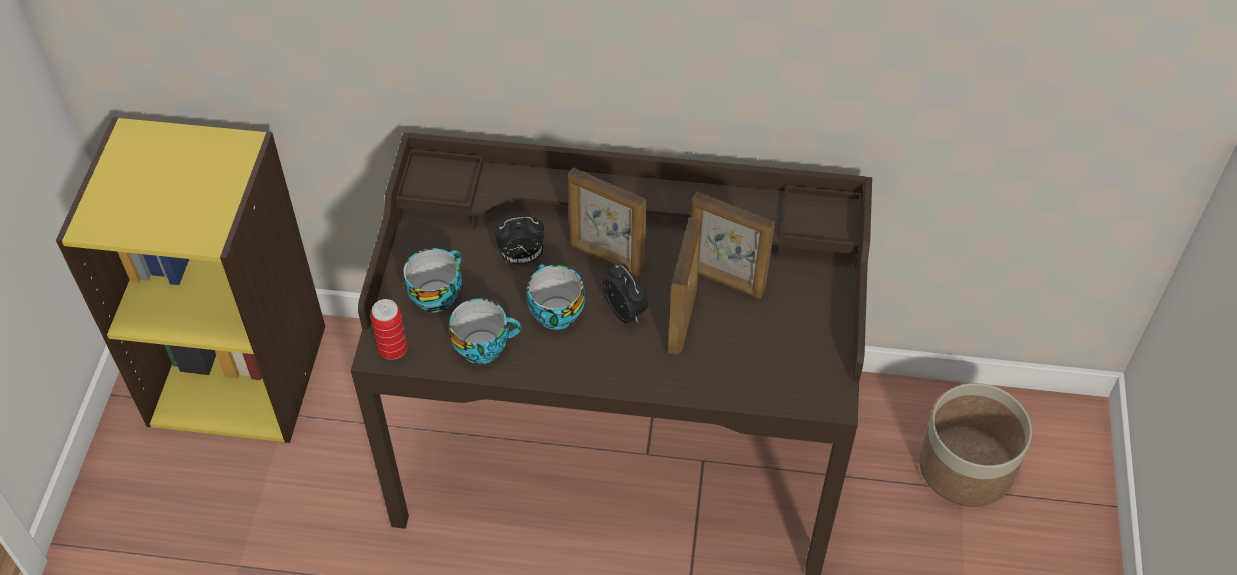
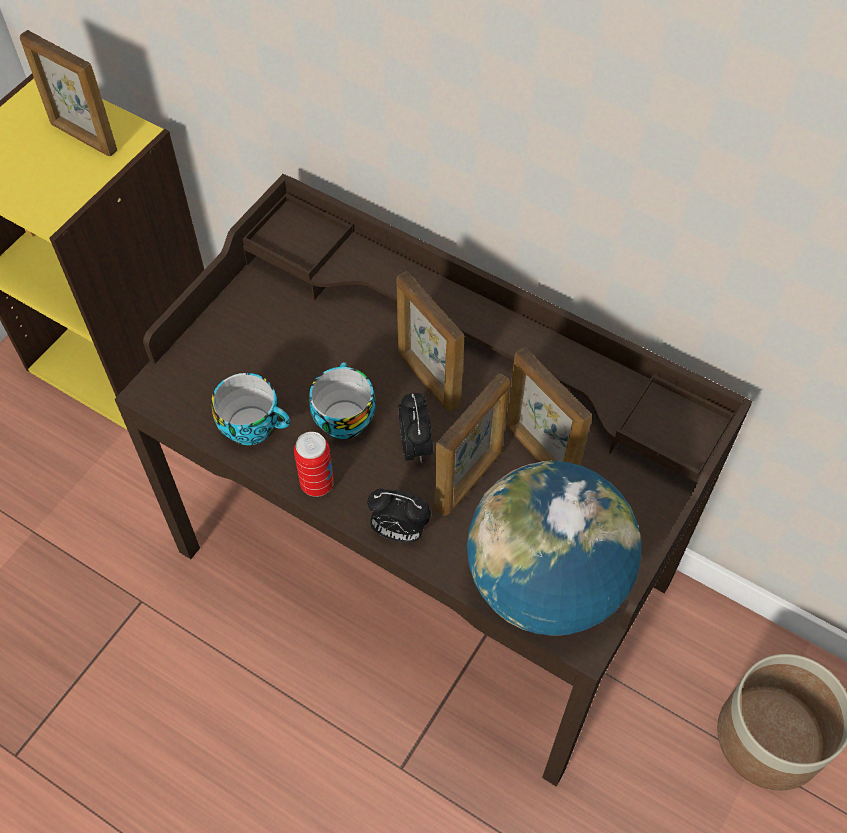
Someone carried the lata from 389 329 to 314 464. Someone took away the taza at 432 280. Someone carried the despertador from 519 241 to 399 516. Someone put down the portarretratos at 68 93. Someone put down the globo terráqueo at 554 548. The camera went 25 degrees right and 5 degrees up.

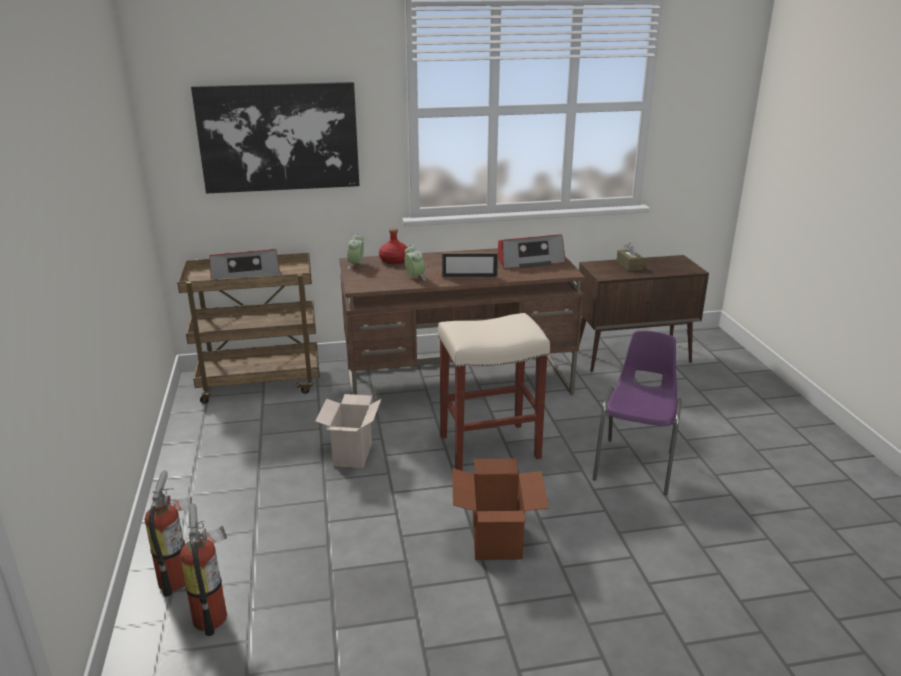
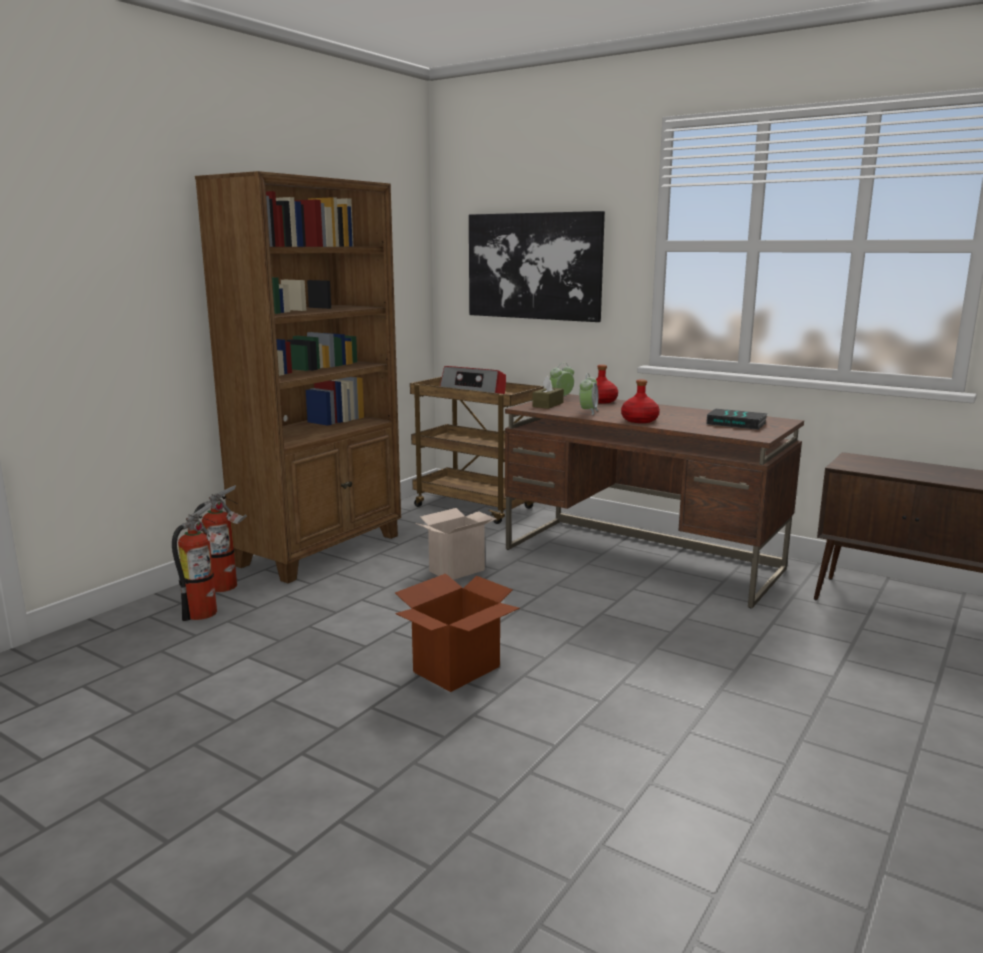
Someone took away the taburete [beis] at 494 392. Someone swapped the portarretratos at 470 265 for the botella [rojo] at 640 401. Someone swapped the radio at 532 251 for the libro at 737 419. Someone took away the silla [morado] at 637 413. Someone carried the caja de pañuelos [marrón] from 630 257 to 548 392. Someone put down the estantería [marrón] at 298 377. The camera went 45 degrees right and 10 degrees down.

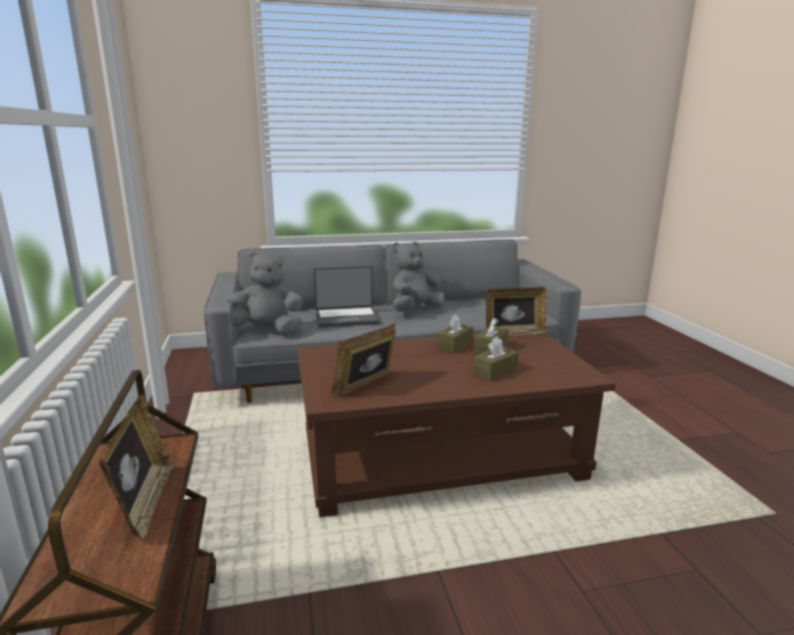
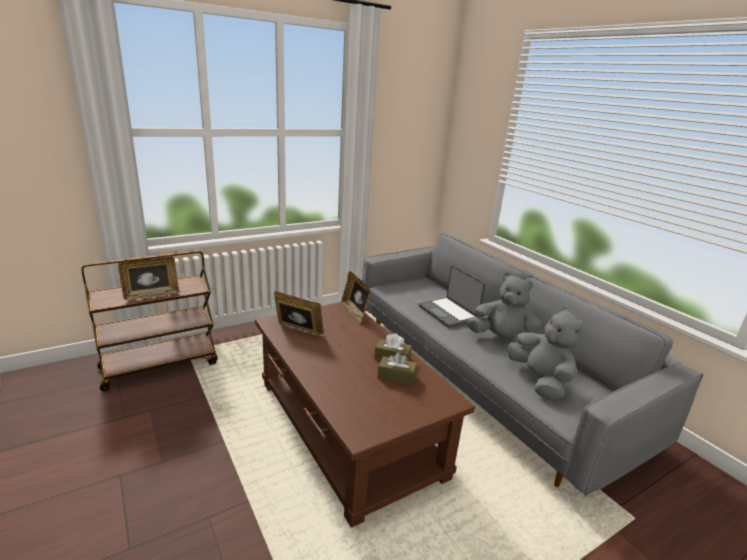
Someone carried the peluche [gris] from 264 293 to 545 353. Someone took away the caja de pañuelos [marrón] at 496 358. Someone carried the portarretratos from 516 311 to 356 297. The camera went 70 degrees right and 5 degrees up.

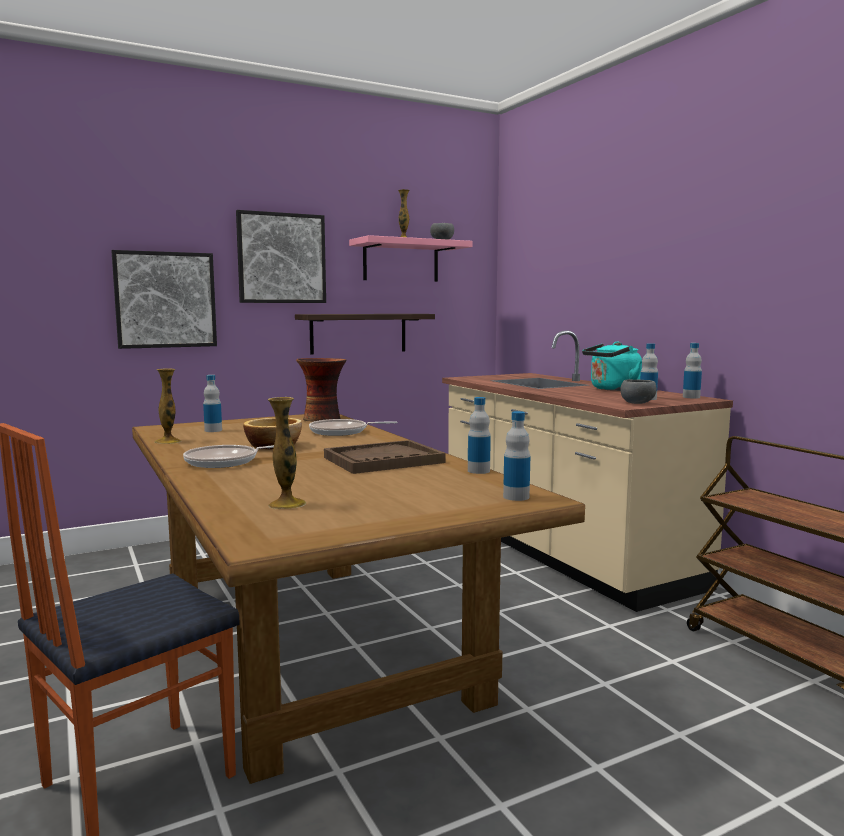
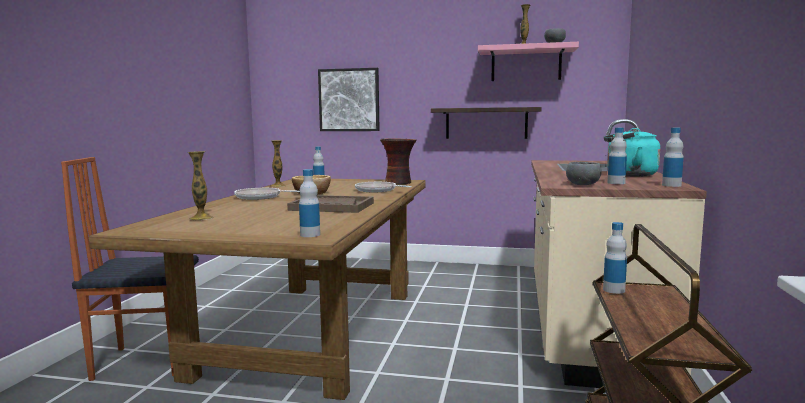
Someone took away the cuadro at 281 256. Someone carried the botella from 479 435 to 615 258. The camera went 40 degrees right and 0 degrees up.

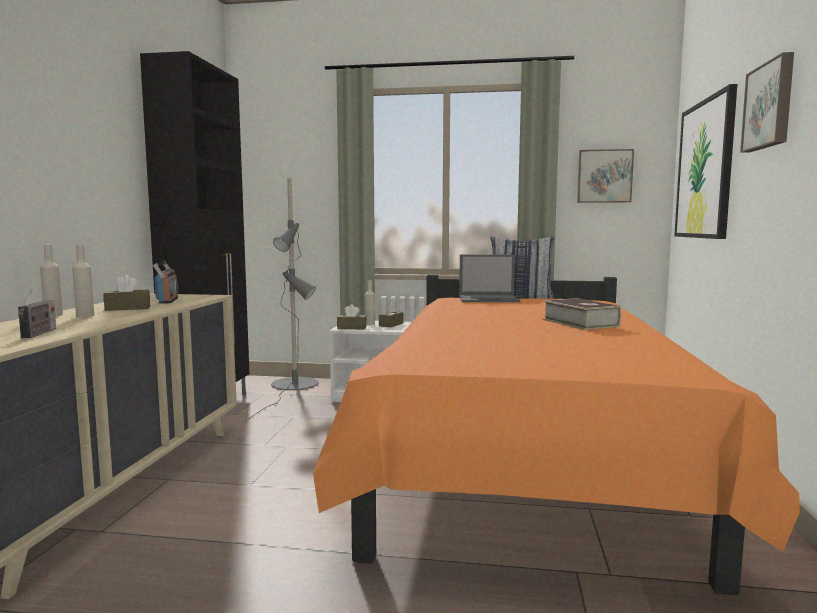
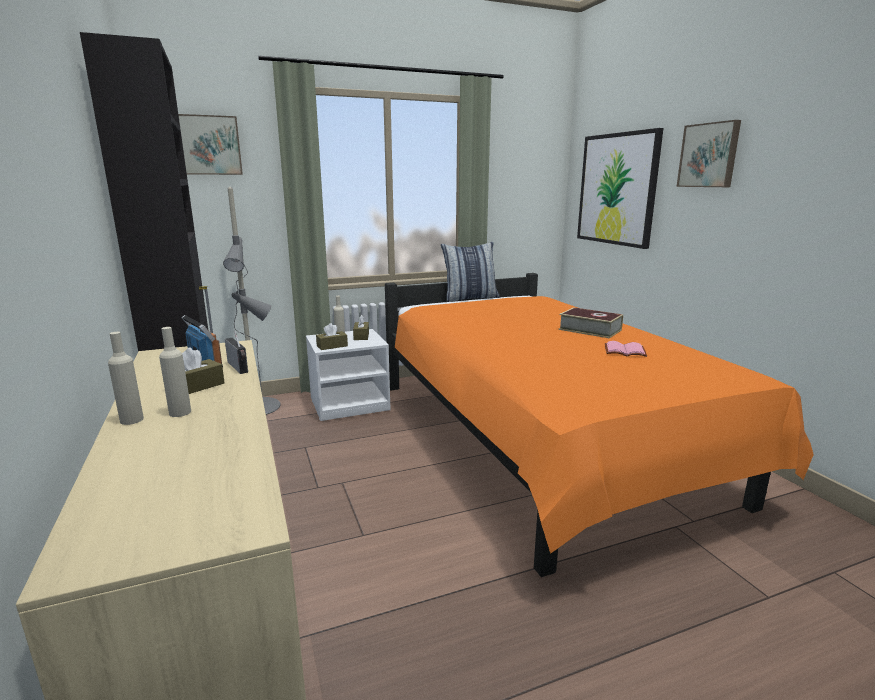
Someone carried the radio from 37 313 to 236 352. Someone took away the portátil at 489 278. Someone carried the cuadro from 605 176 to 210 144. Someone put down the libro [rosa] at 626 349. The camera went 30 degrees left and 10 degrees up.

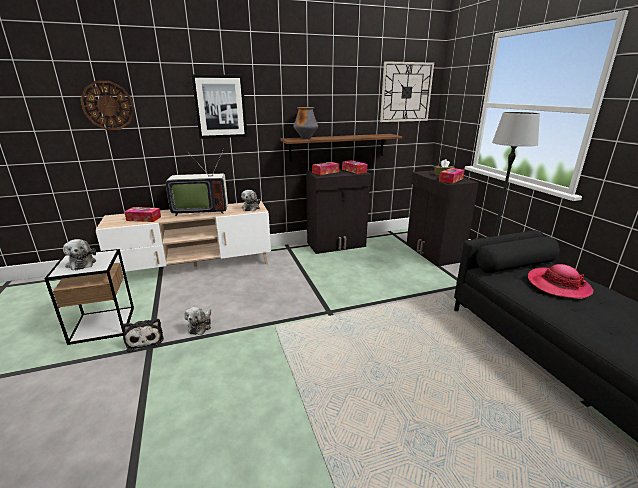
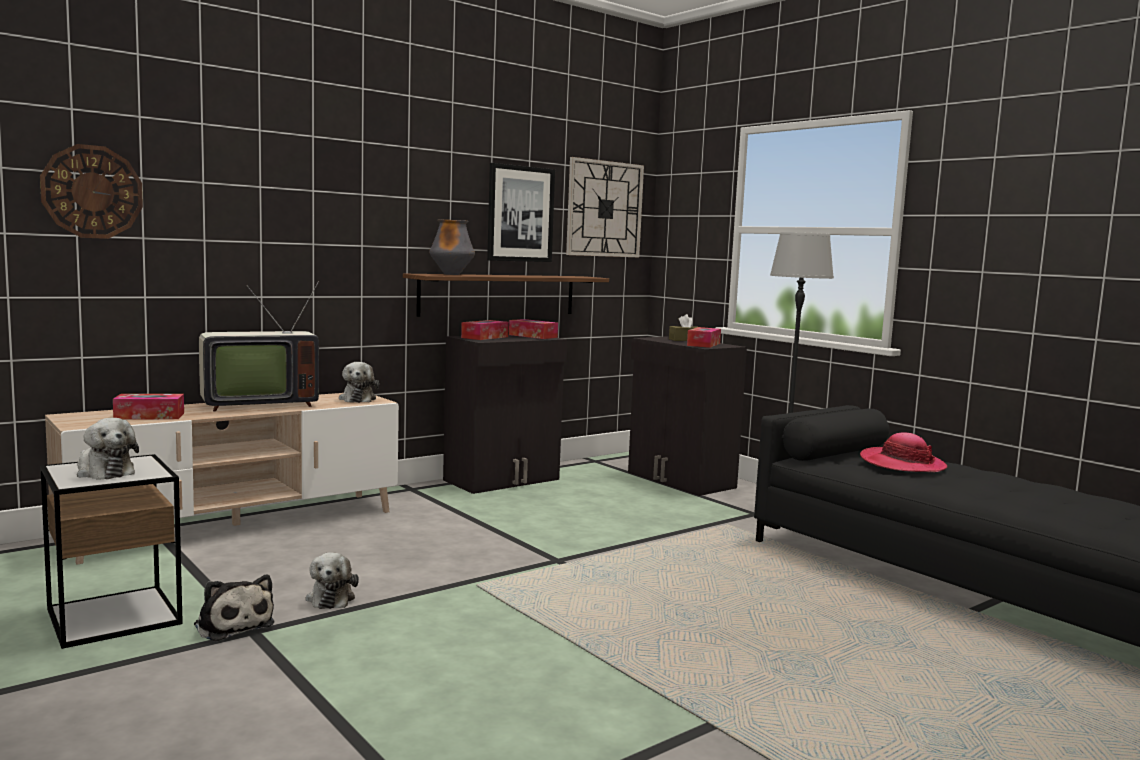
Someone carried the cuadro from 219 106 to 521 212. The camera went 20 degrees left and 15 degrees down.

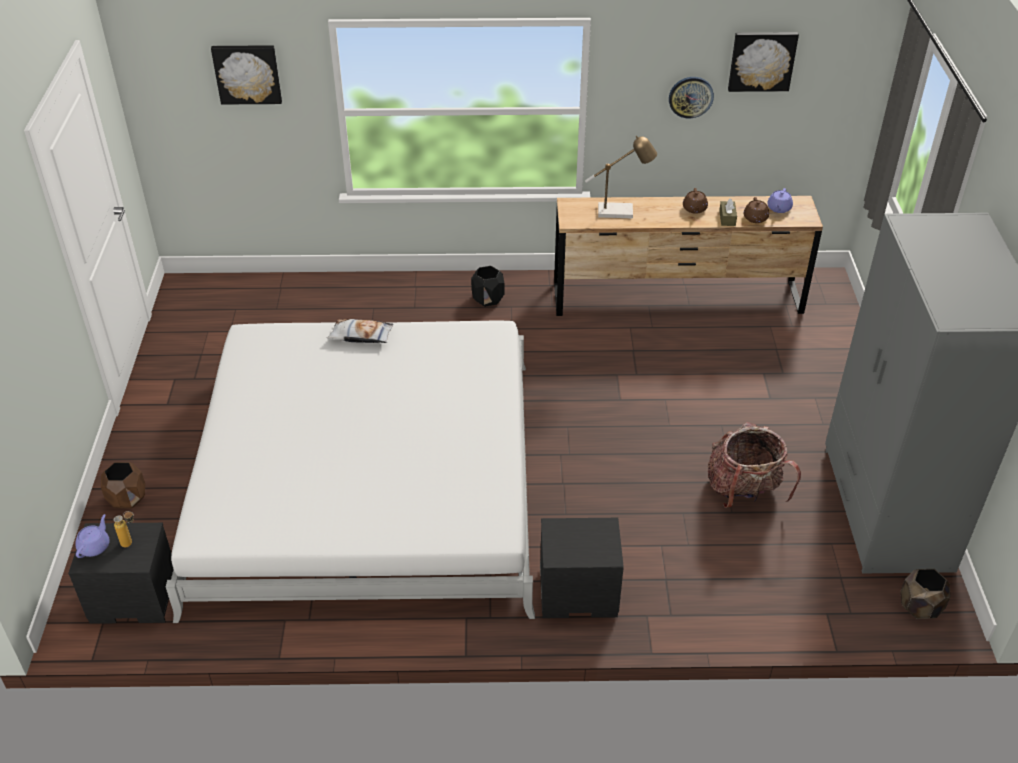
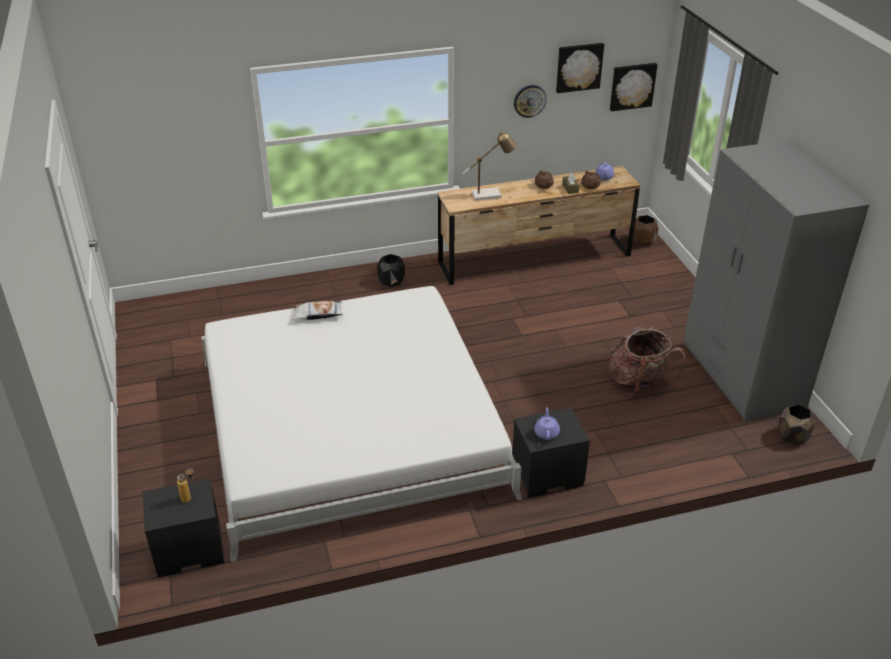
Someone carried the tetera [morado] from 92 536 to 547 423. Someone carried the maceta [marrón] from 123 485 to 645 230. Someone carried the cuadro from 246 74 to 634 87. The camera went 15 degrees left and 5 degrees down.

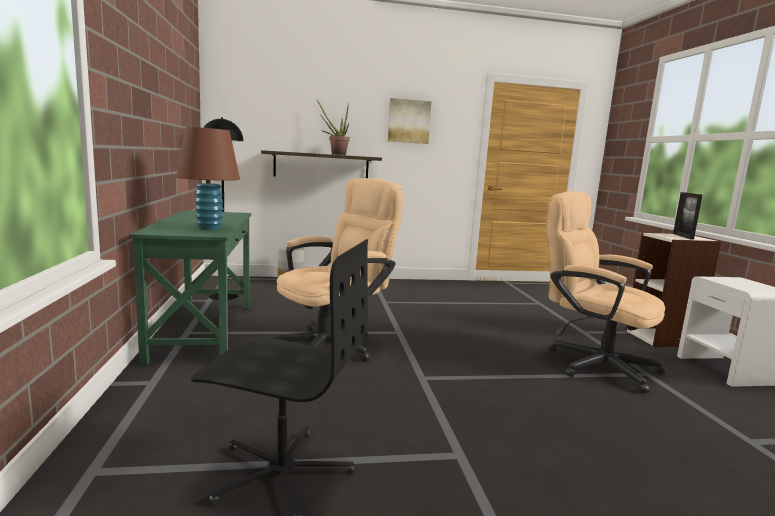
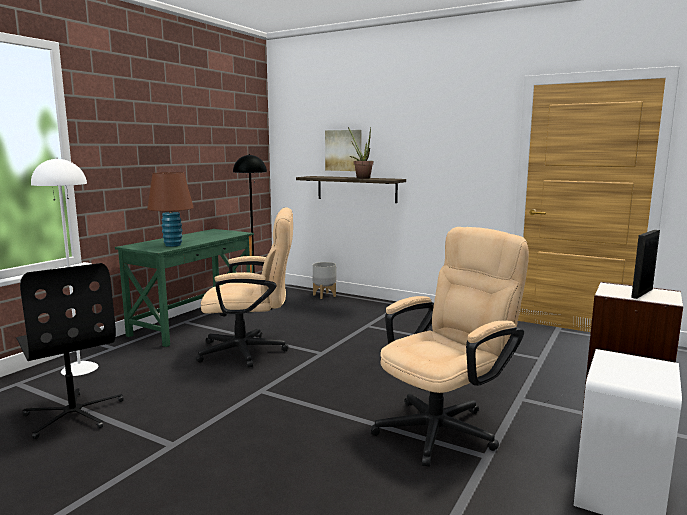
Someone carried the cuadro from 410 121 to 343 150. Someone rotated the silla de oficina [beis] at 605 292 by 60 degrees clockwise. Someone put down the lámpara de pie [blanco] at 64 266. The camera went 40 degrees right and 0 degrees up.

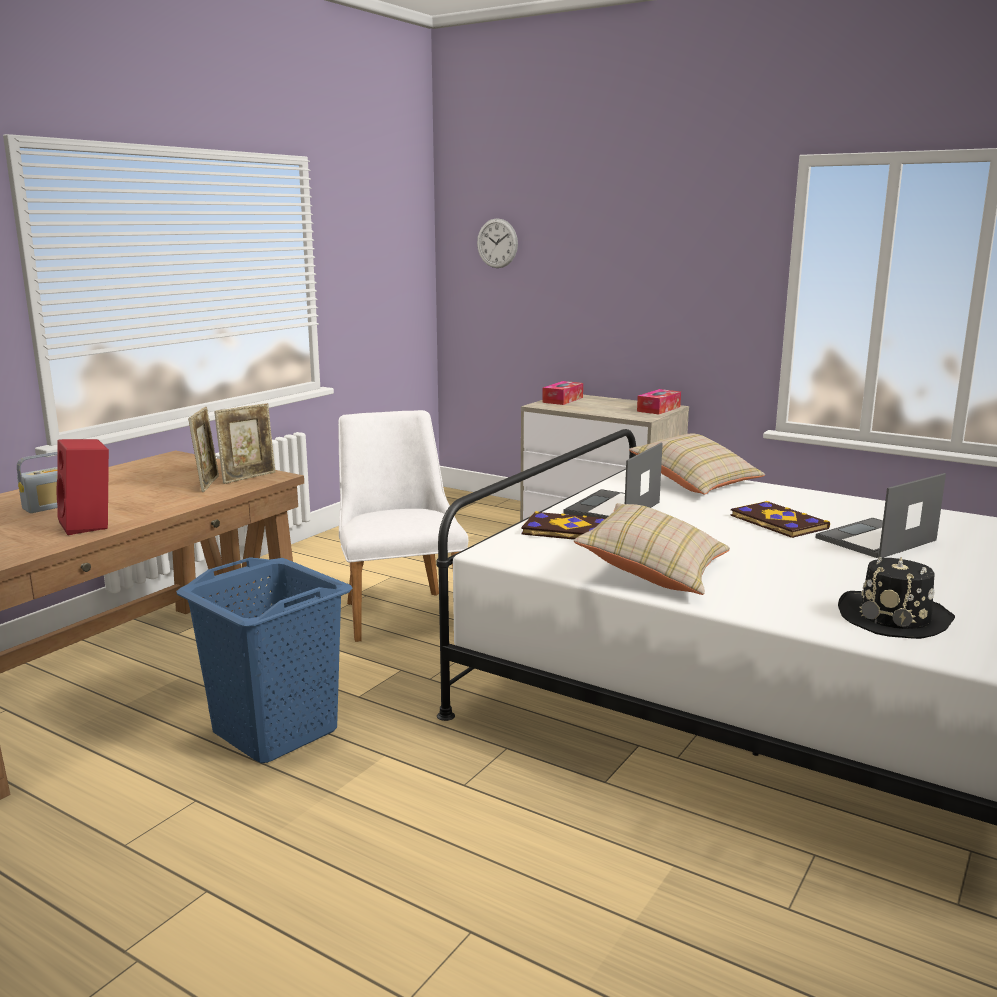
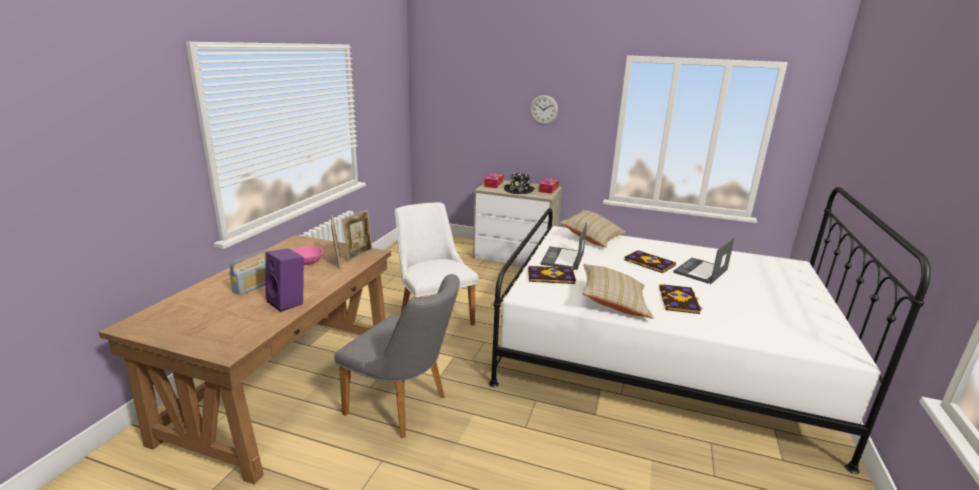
Someone repainted the altavoz [rojo] at 83 487, which became the altavoz [morado] at 284 280. Someone swapped the cesto de la ropa [azul] at 264 660 for the silla [gris] at 397 356. Someone carried the reloj de pared from 497 243 to 544 110. Someone carried the sombrero [negro] from 896 598 to 519 183. Someone put down the cuenco [rosa] at 307 255. Someone put down the libro at 681 299. The camera went 15 degrees left and 5 degrees up.

